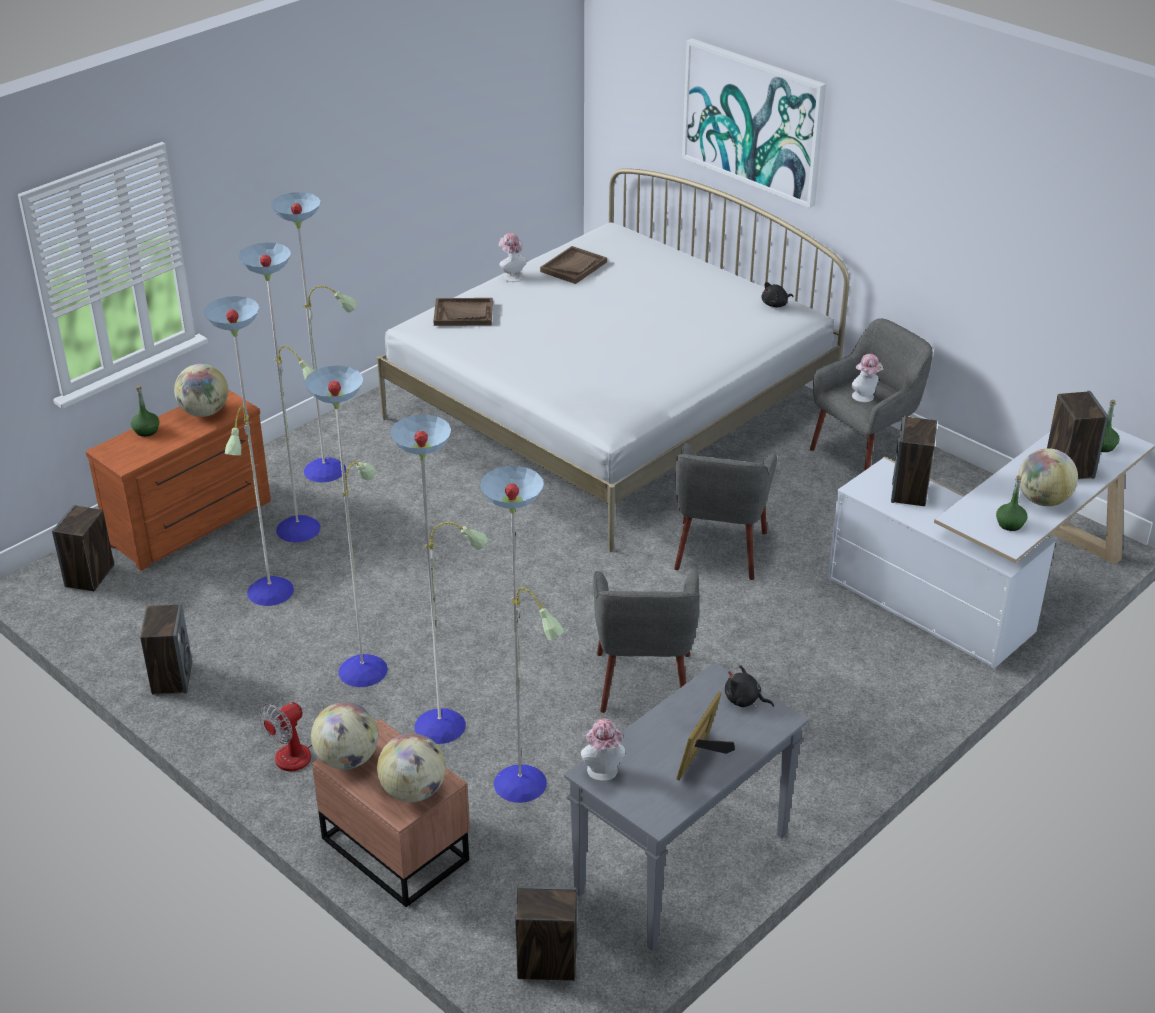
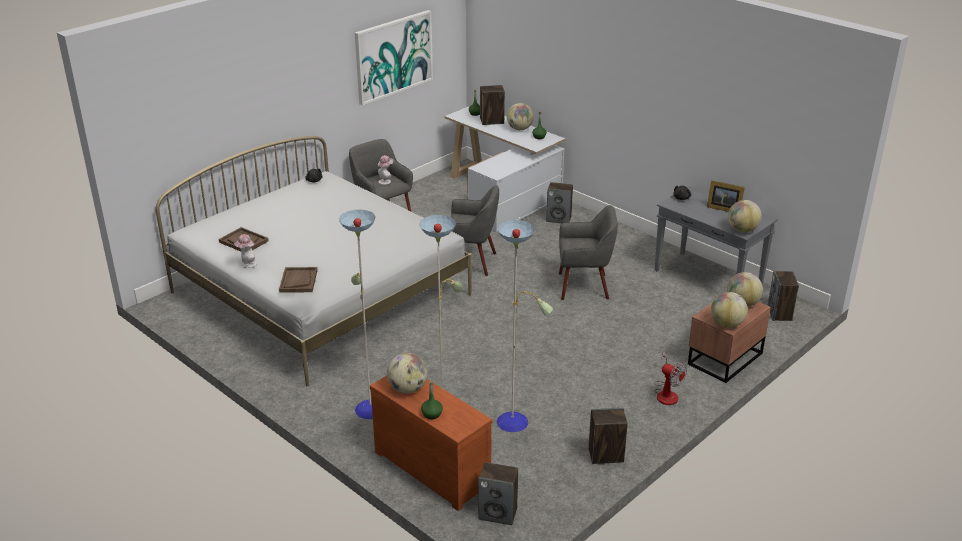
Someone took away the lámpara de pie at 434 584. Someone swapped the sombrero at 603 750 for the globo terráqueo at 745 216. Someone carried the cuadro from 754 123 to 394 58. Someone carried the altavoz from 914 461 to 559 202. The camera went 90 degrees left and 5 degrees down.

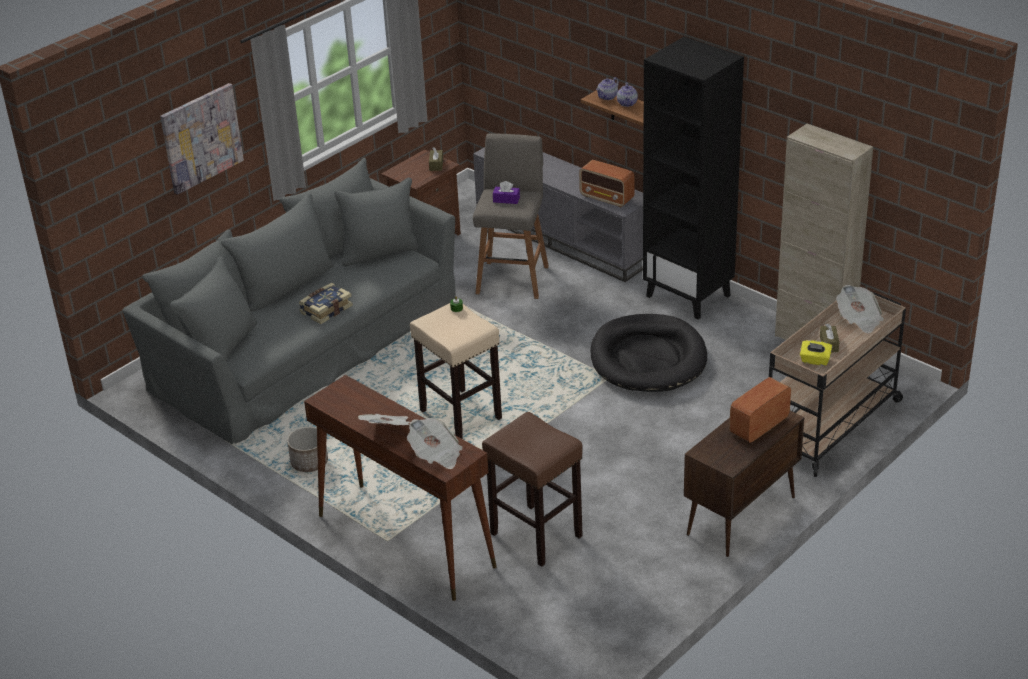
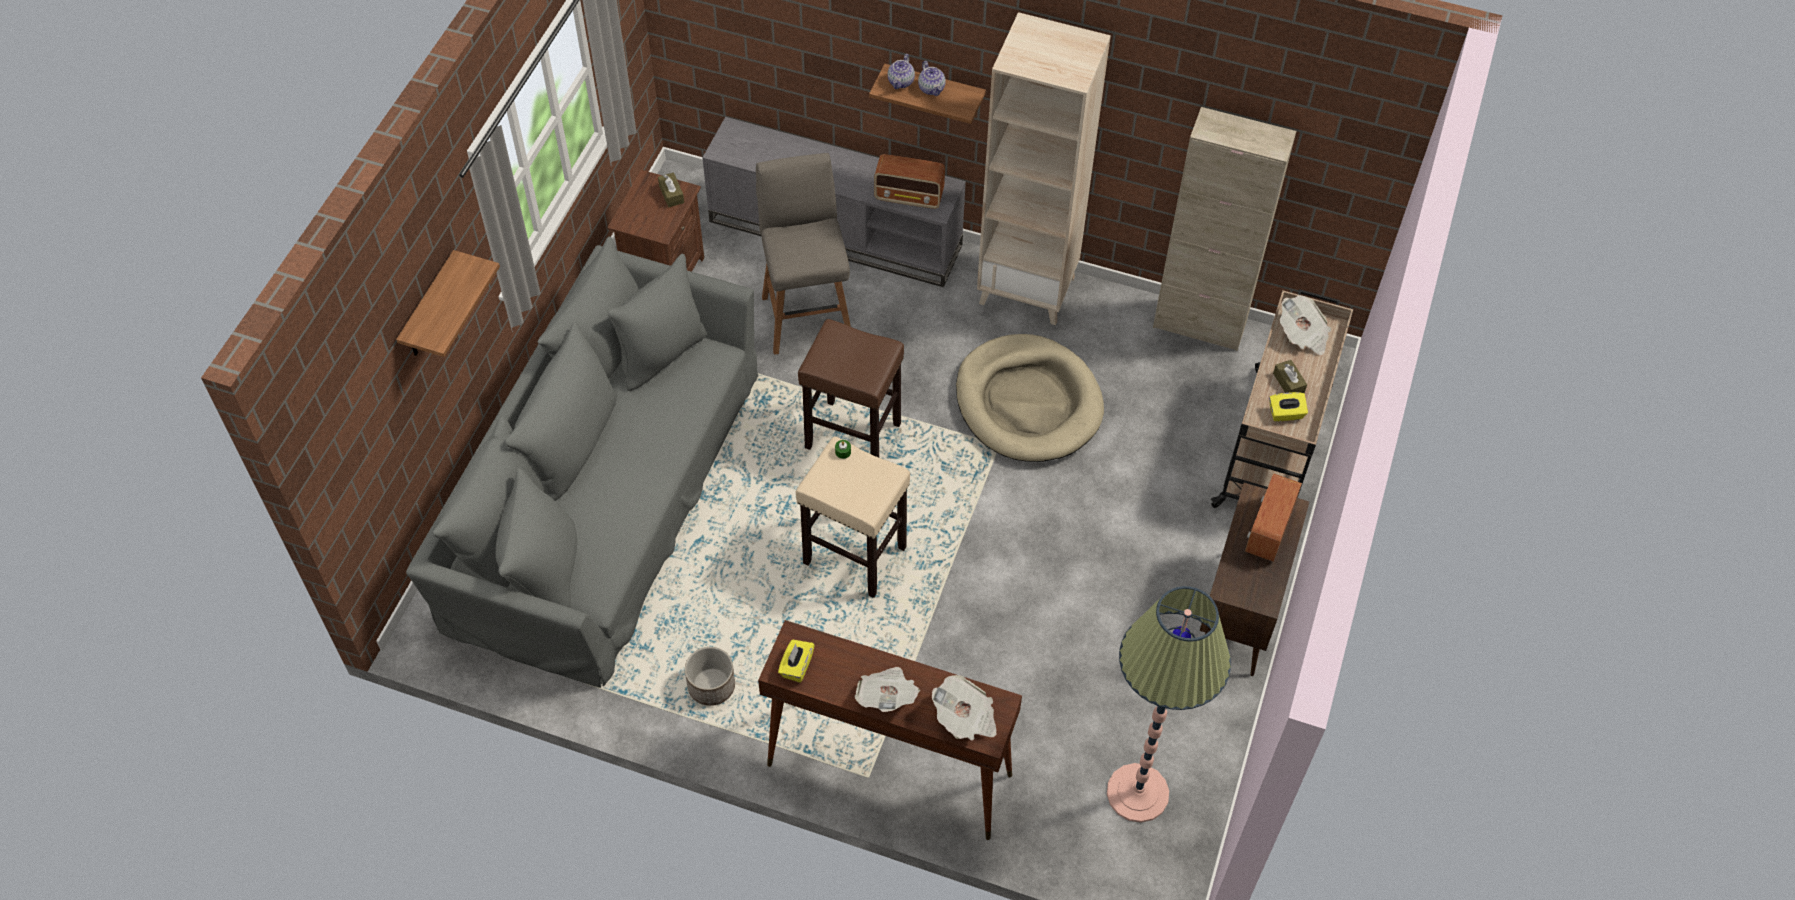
Someone swapped the cuadro at 202 139 for the estante at 448 303. Someone took away the libro at 326 303. Someone carried the taburete [marrón] from 532 489 to 851 388. Someone took away the caja de pañuelos [morado] at 506 192. Someone repainted the cama para perro [negro] at 648 353, which became the cama para perro [beis] at 1030 398. Someone repainted the estantería [negro] at 693 178, which became the estantería [beis] at 1044 168. Someone put down the caja de pañuelos [amarillo] at 796 661. Someone put down the lámpara de pie at 1169 704. The camera went 25 degrees left and 20 degrees up.

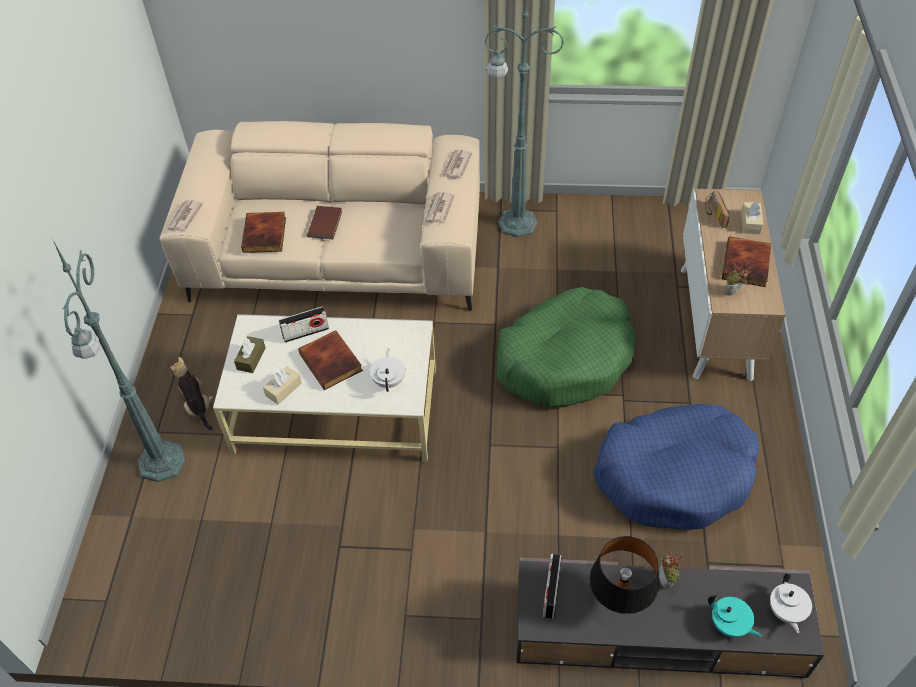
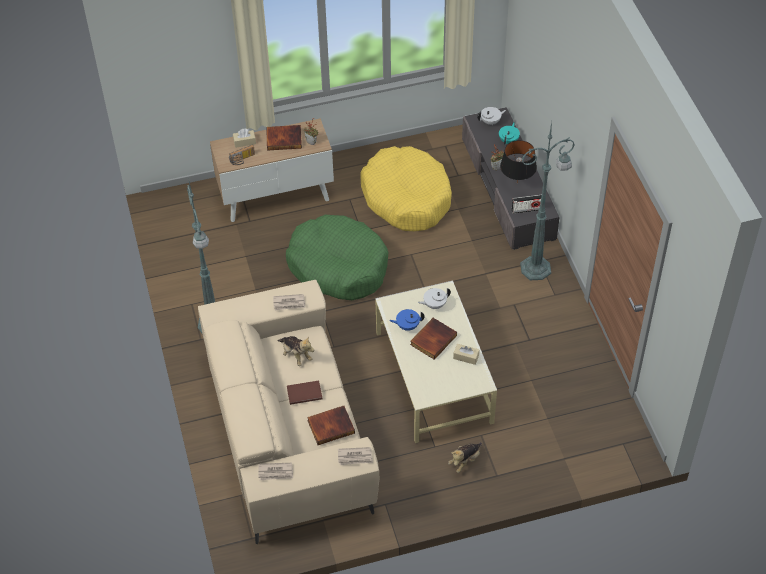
Someone carried the lámpara de pie [verde] from 119 361 to 547 201. Someone took away the caja de pañuelos [marrón] at 250 354. Someone took away the radio at 304 324. Someone carried the periódico from 457 164 to 275 471. Someone repainted the cama para perro [azul] at 676 467, which became the cama para perro [amarillo] at 406 188. Someone put down the peluche at 296 351. Someone put down the tetera [azul] at 407 320. The camera went 110 degrees left and 0 degrees up.

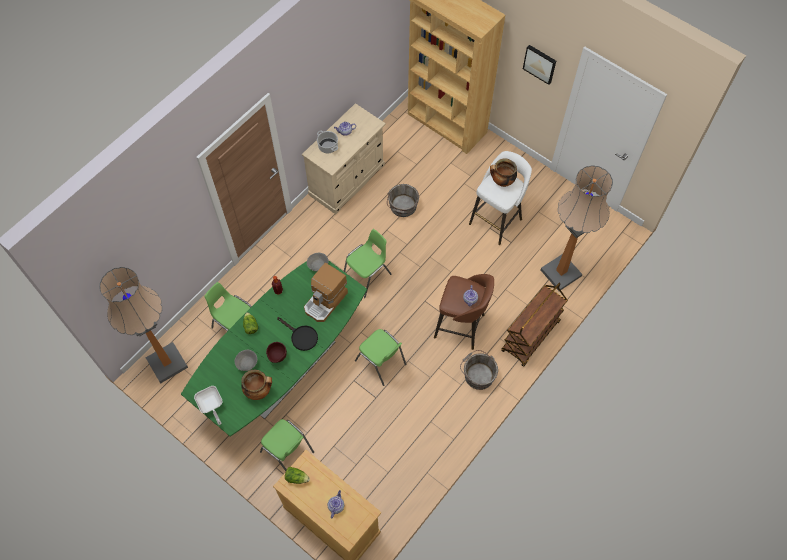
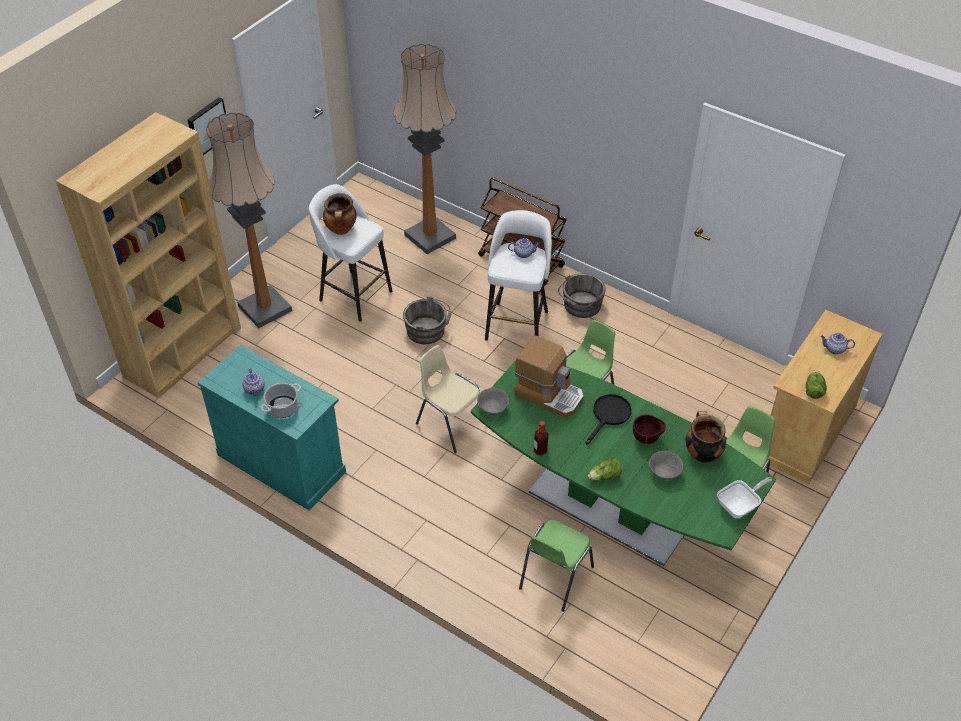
Someone carried the lámpara de pie from 143 325 to 249 220. Someone repainted the armario [beis] at 344 158, which became the armario [turquesa] at 272 428. Someone repainted the silla [verde] at 368 263, which became the silla [beis] at 448 399. Someone carried the cubo [gris] from 403 200 to 427 320. Someone repainted the taburete [marrón] at 464 312, which became the taburete [blanco] at 518 275. The camera went 95 degrees left and 15 degrees down.

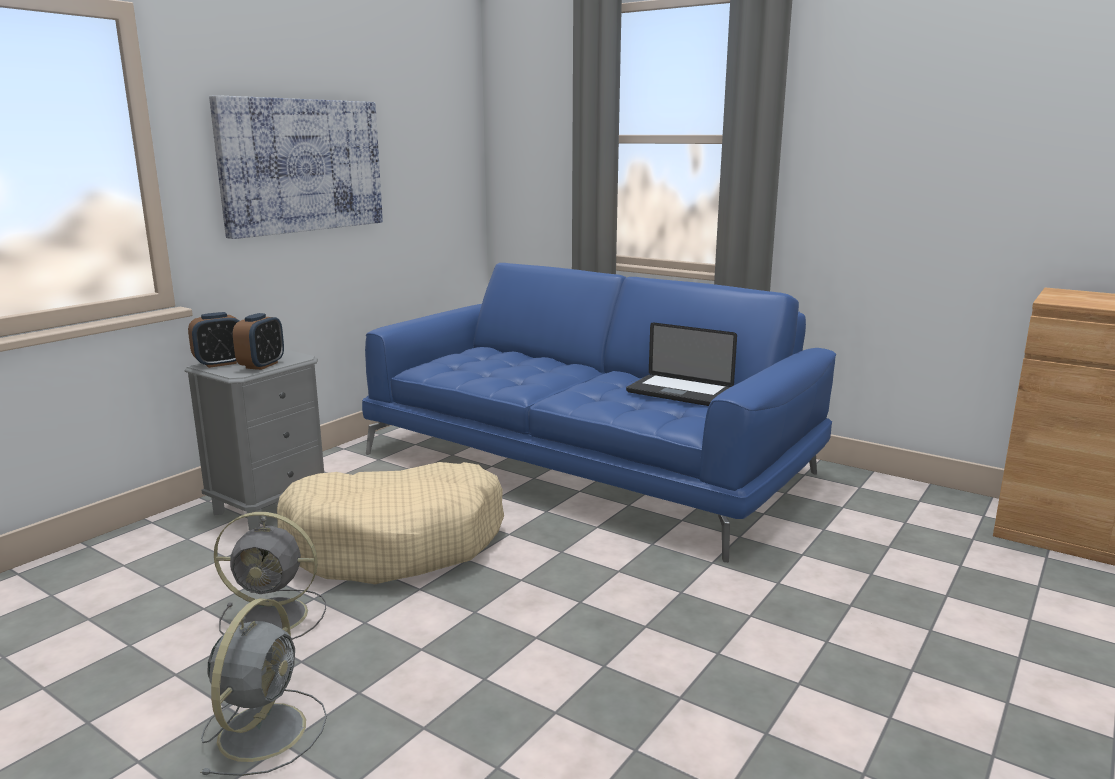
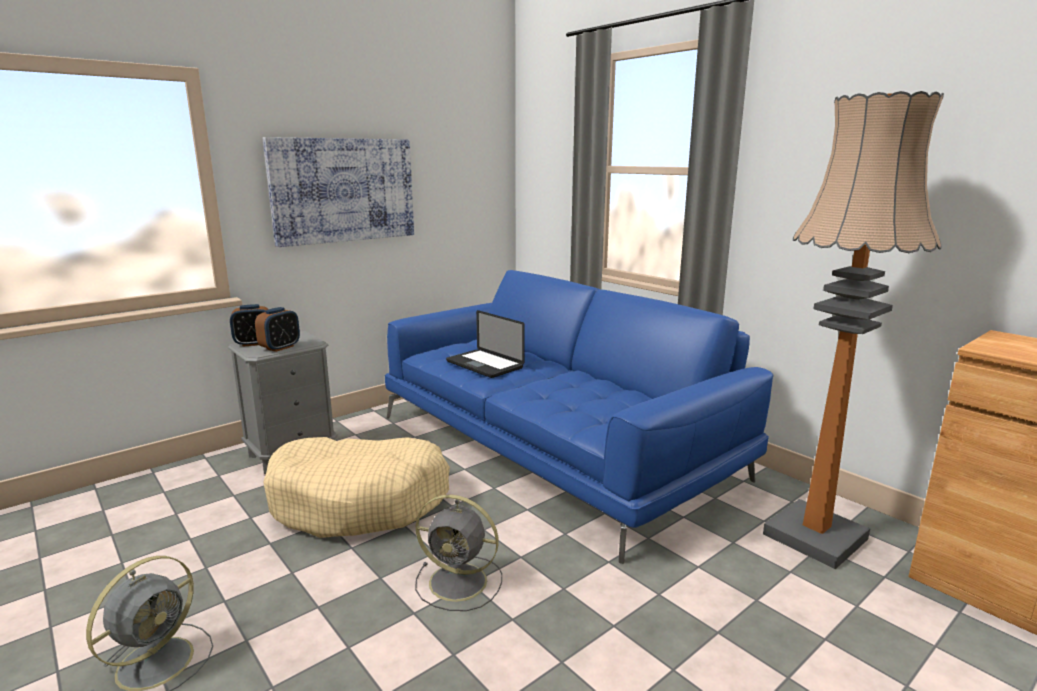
Someone carried the ventilador [gris] from 270 576 to 458 553. Someone carried the portátil from 681 364 to 485 344. Someone put down the lámpara de pie at 853 330. The camera went 15 degrees right and 0 degrees up.

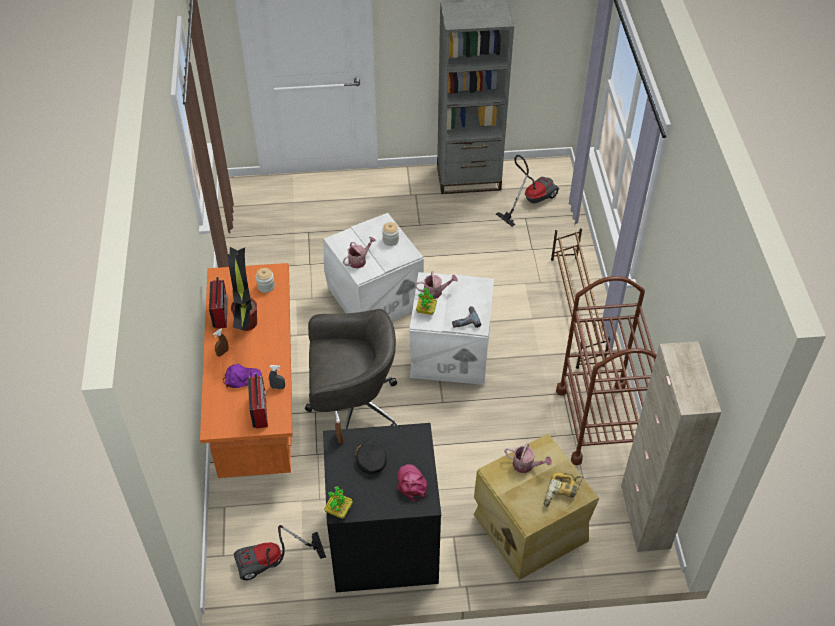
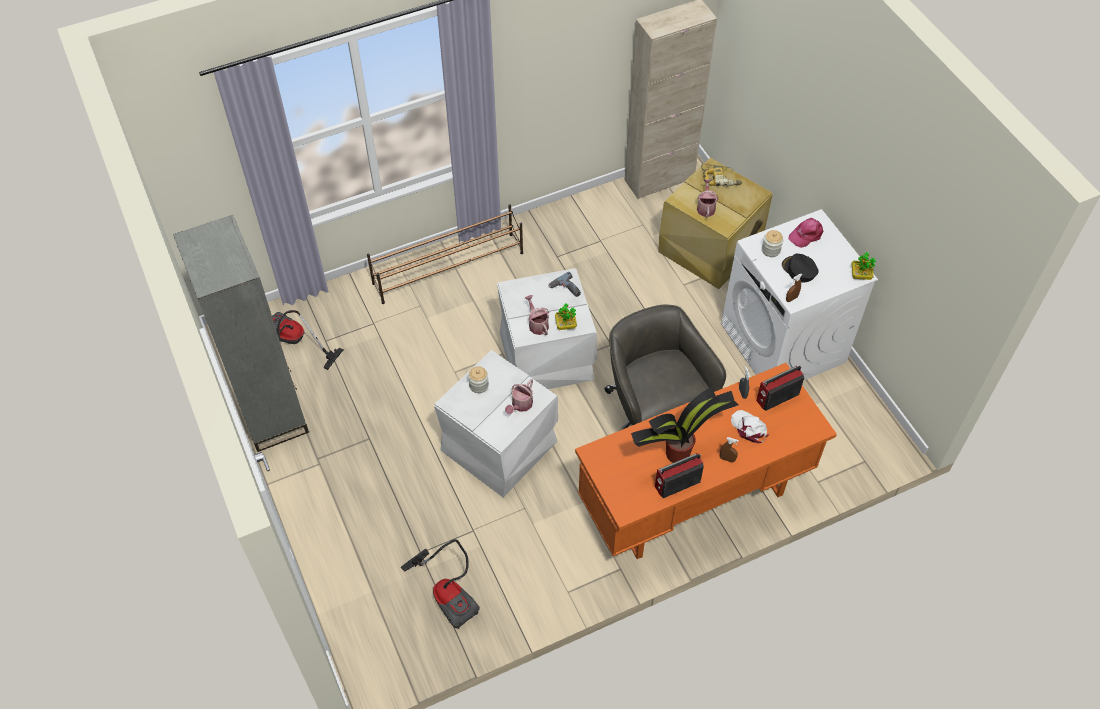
Someone repainted the gorra [morado] at 242 376, which became the gorra [blanco] at 750 426. Someone carried the aspiradora from 280 552 to 440 584. Someone carried the tarro from 265 280 to 772 243. Someone repainted the lavadora [negro] at 382 507, which became the lavadora [blanco] at 799 294. Someone rotated the regadera at 359 253 by 90 degrees counterclockwise. Someone rotated the gorra [negro] at 371 457 by 90 degrees clockwise. Someone took away the carrito [marrón] at 606 370. The camera went 110 degrees left and 5 degrees up.

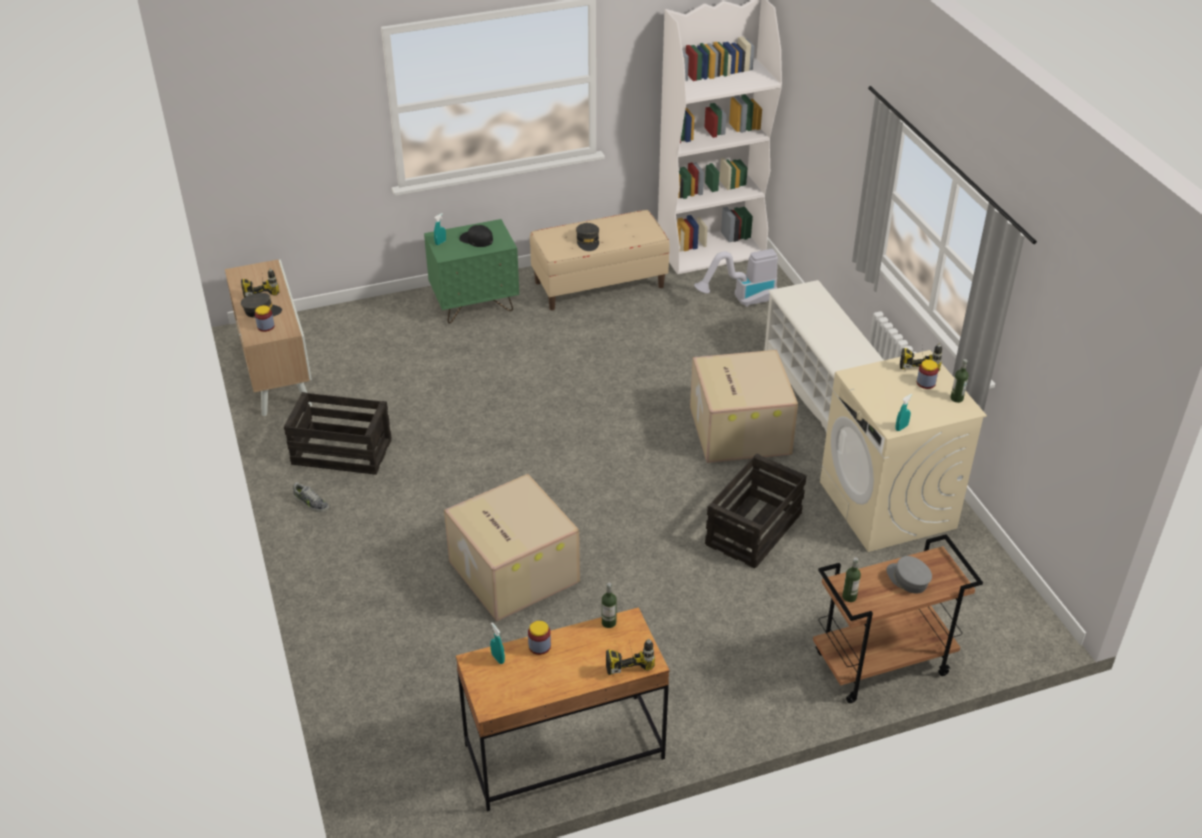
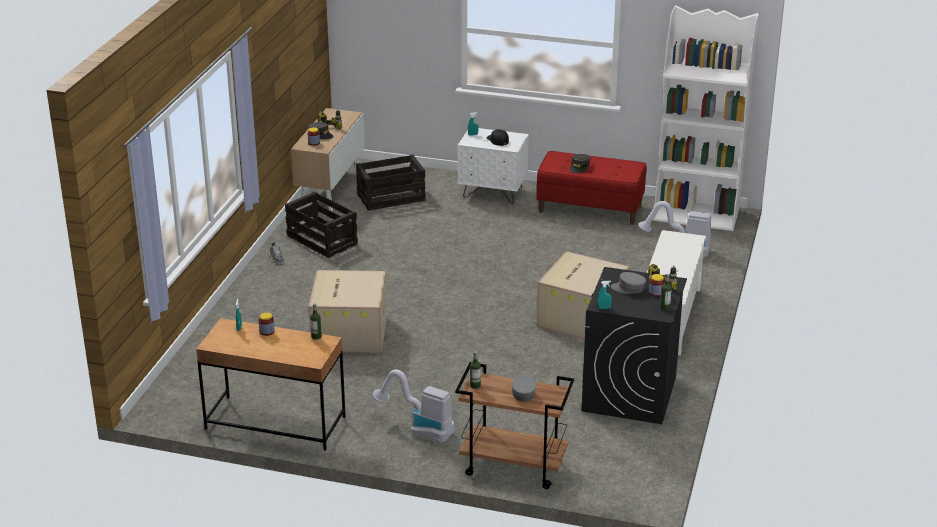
Someone repainted the mesita de noche [verde] at 471 271, which became the mesita de noche [blanco] at 493 166. Someone repainted the banco [beis] at 600 260, which became the banco [rojo] at 592 188. Someone took away the taladro at 630 654. Someone carried the caja de embalaje from 756 511 to 391 182. Someone repainted the lavadora [beis] at 903 451, which became the lavadora [negro] at 634 345. Someone put down the aspiradora at 413 406. Someone put down the gorra [gris] at 628 283. The camera went 35 degrees right and 10 degrees down.

